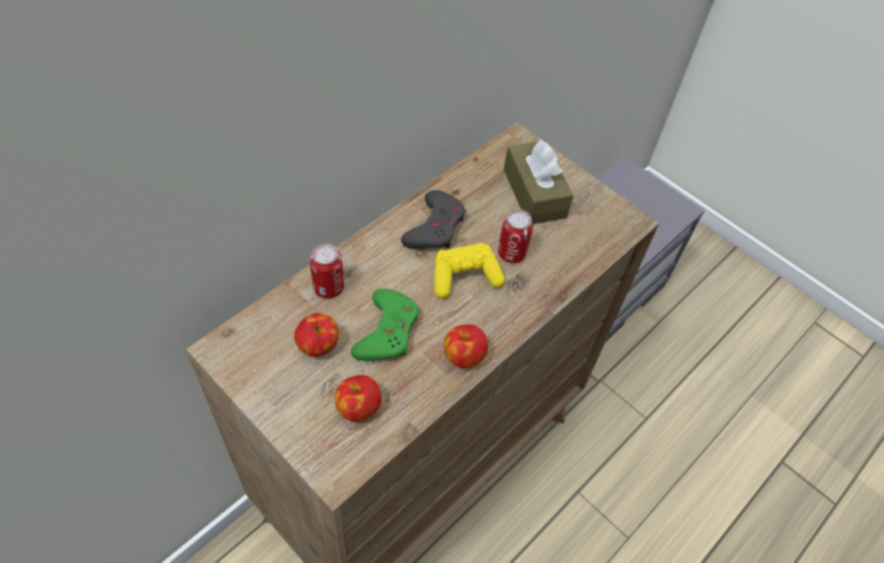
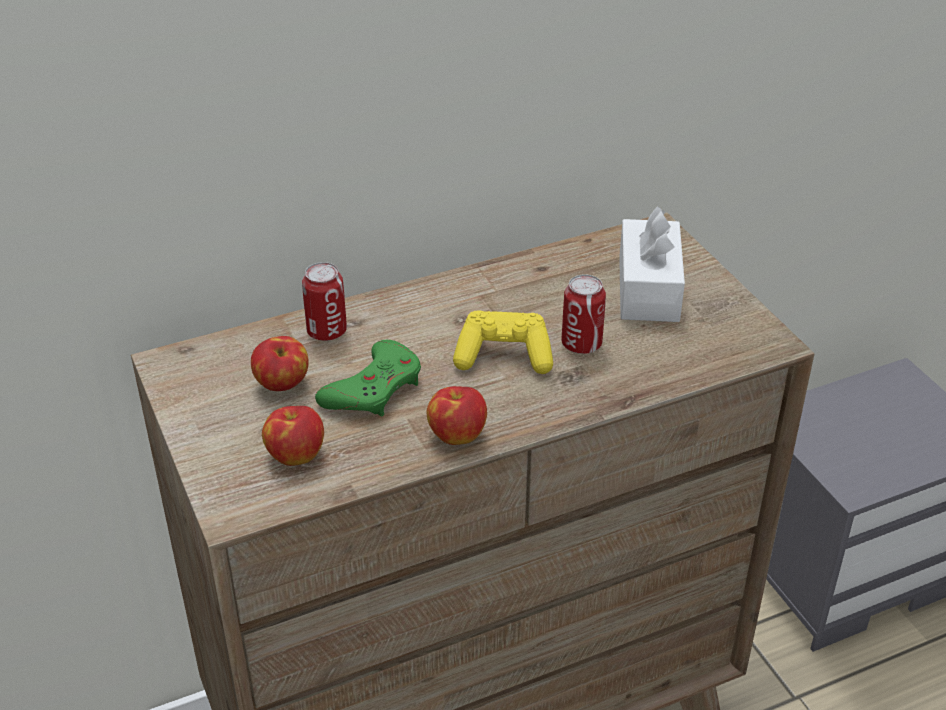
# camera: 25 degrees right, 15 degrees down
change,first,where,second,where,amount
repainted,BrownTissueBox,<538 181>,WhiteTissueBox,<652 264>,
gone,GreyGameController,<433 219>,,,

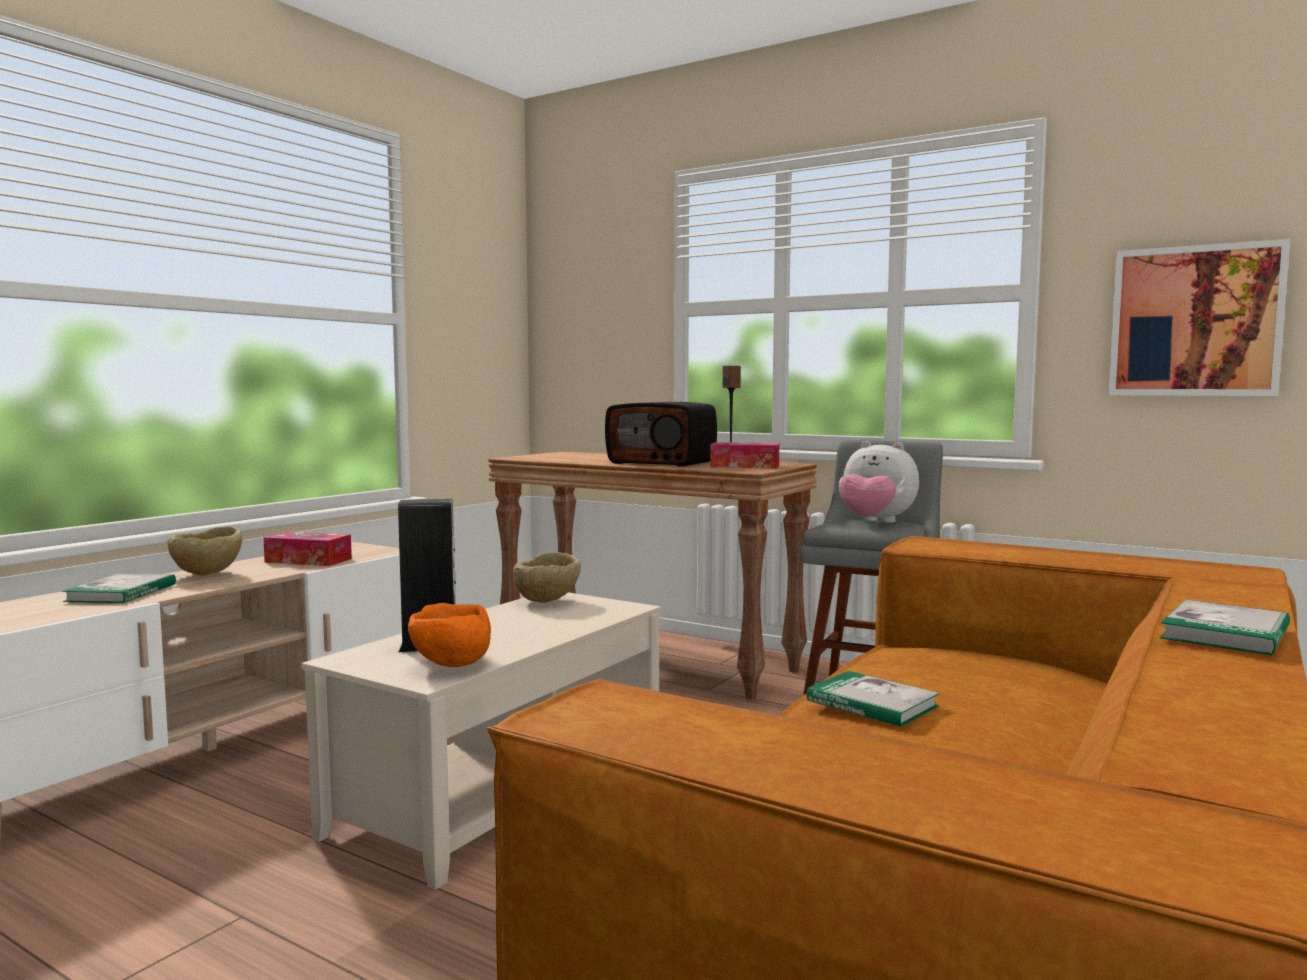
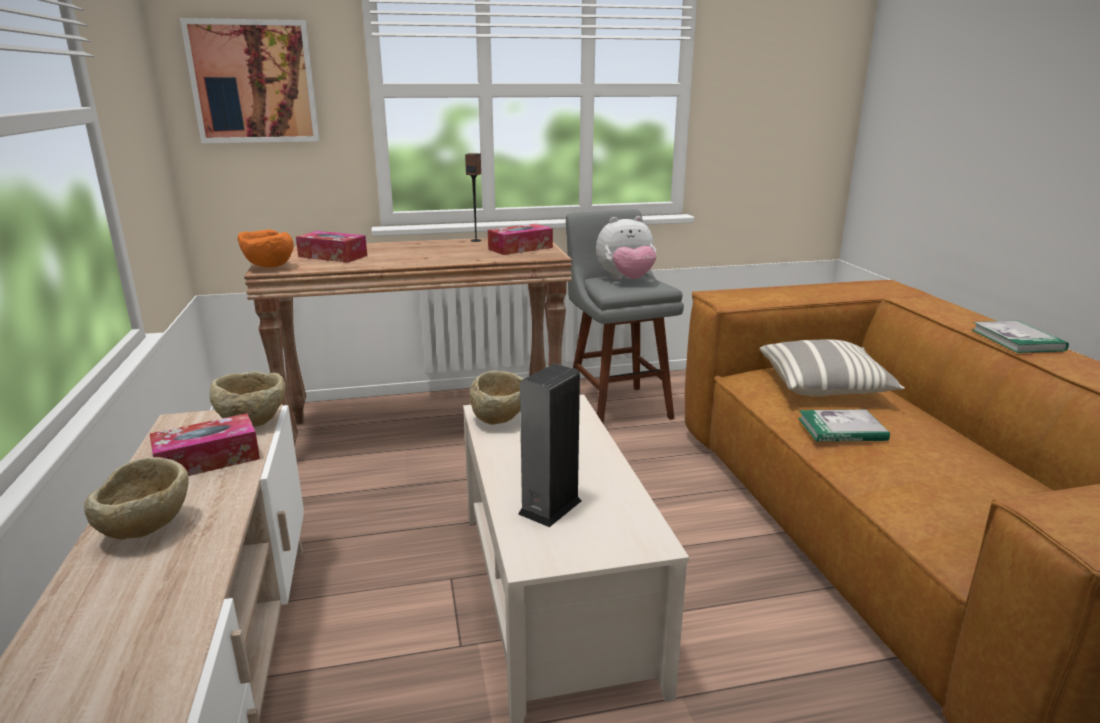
# camera: 45 degrees left, 15 degrees up
change,first,where,second,where,amount
shifted,Picture,<1199 317>,,<249 80>,
new,,,BeigeBowl,<247 399>,
shifted,OrangeBowl,<449 635>,,<266 248>,
new,,,TissueBox,<331 247>,
new,,,Pillow,<832 368>,
gone,Book,<119 588>,,,
gone,Radio,<661 434>,,,

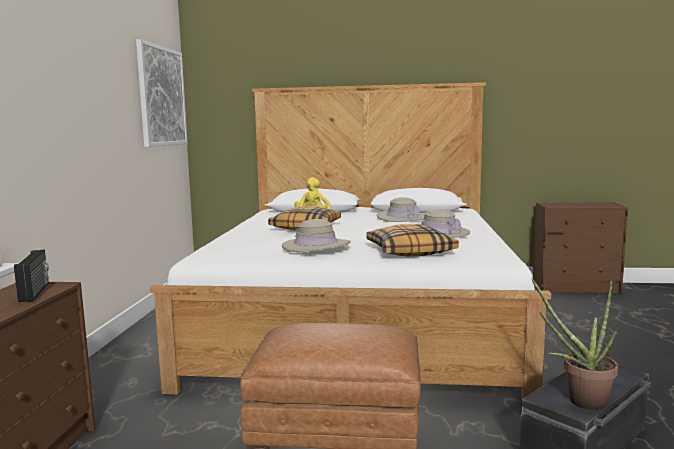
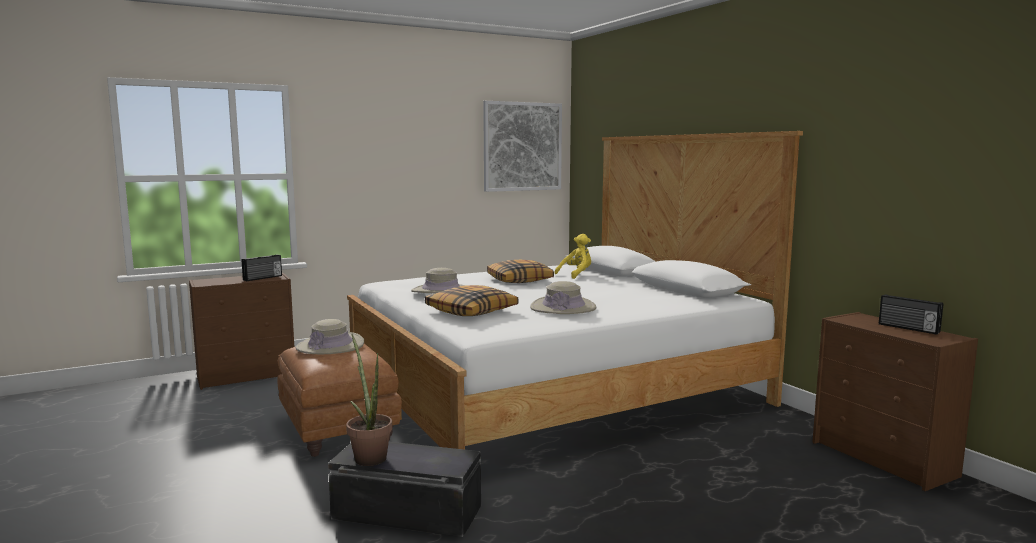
# camera: 55 degrees right, 0 degrees up
change,first,where,second,where,amount
shifted,BeigeHat,<400 209>,,<329 336>,
new,,,Radio,<911 314>,

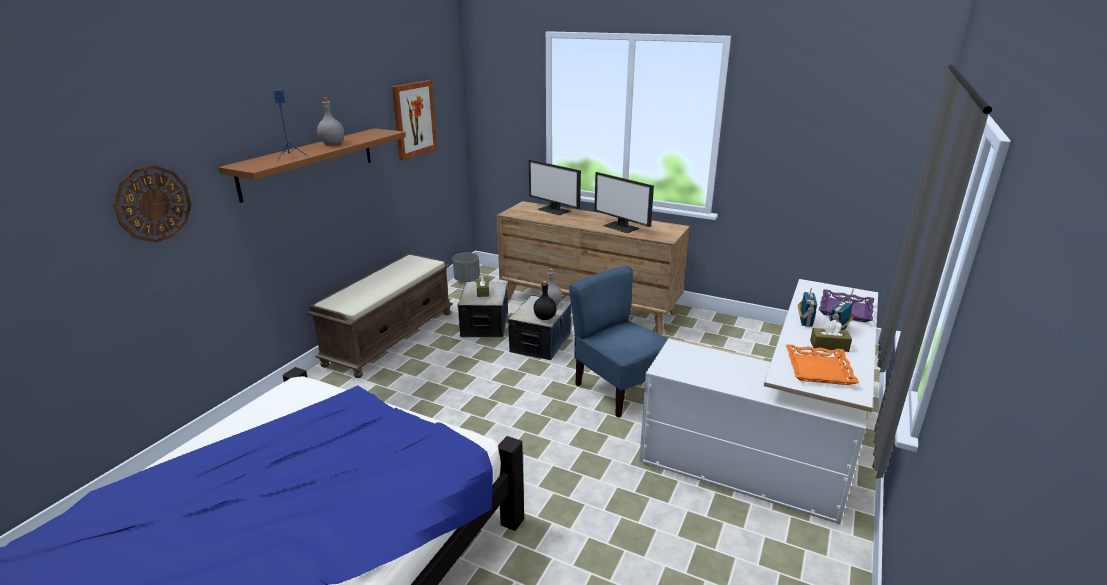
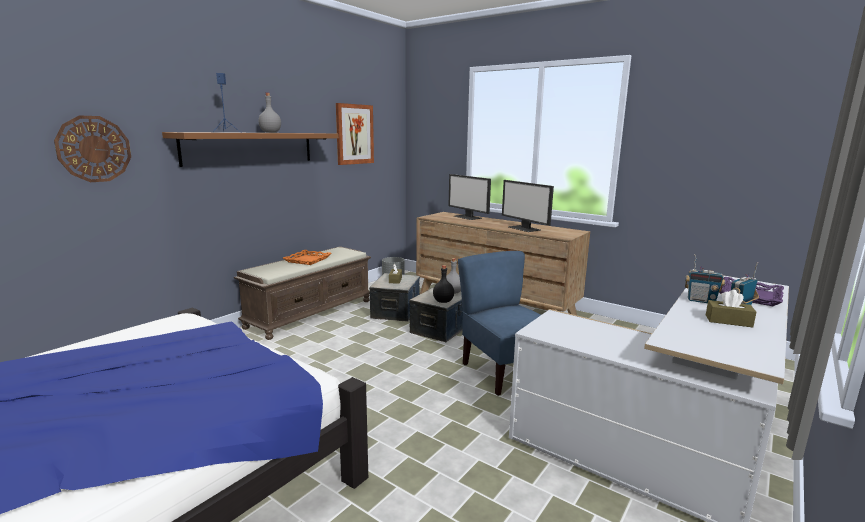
# camera: 10 degrees right, 10 degrees down
change,first,where,second,where,amount
shifted,OrangeTray,<822 364>,,<307 257>,
rotated,Radio,<807 307>,,<705 278>,90 degrees clockwise

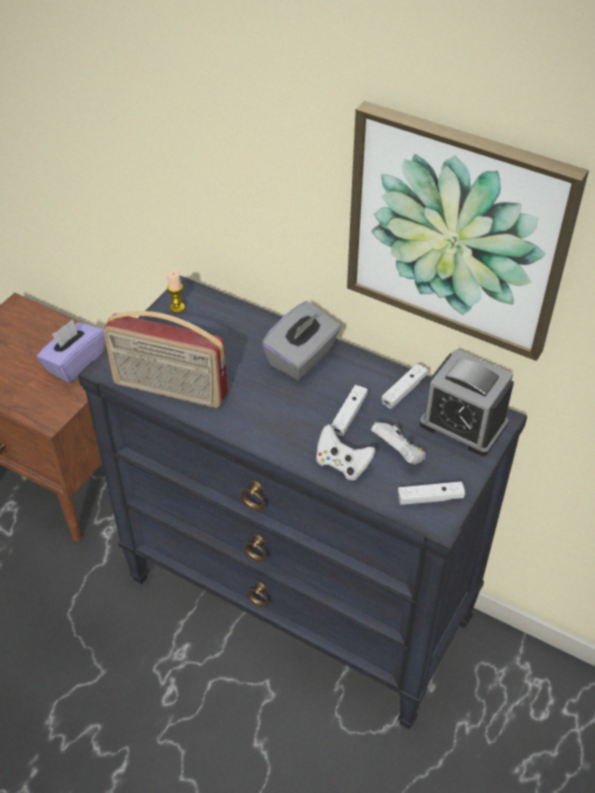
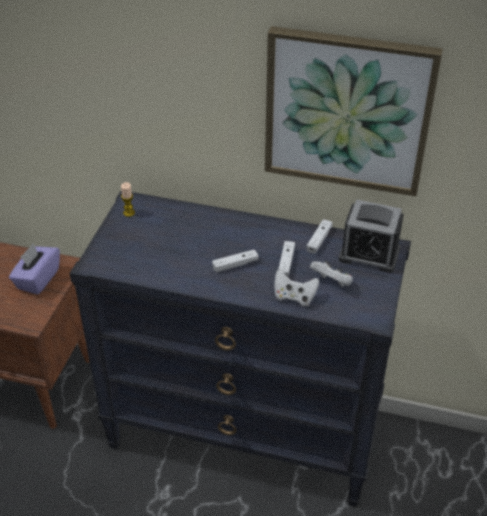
# camera: 15 degrees left, 5 degrees down
change,first,where,second,where,amount
shifted,WhiteGameController,<431 493>,,<235 260>,
gone,Radio,<166 359>,,,
gone,GreyTissueBox,<301 340>,,,

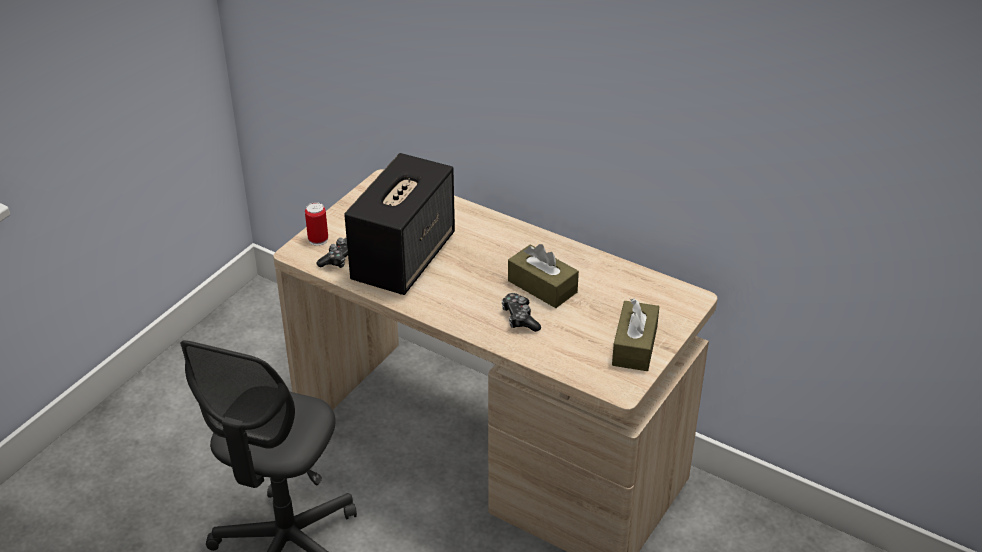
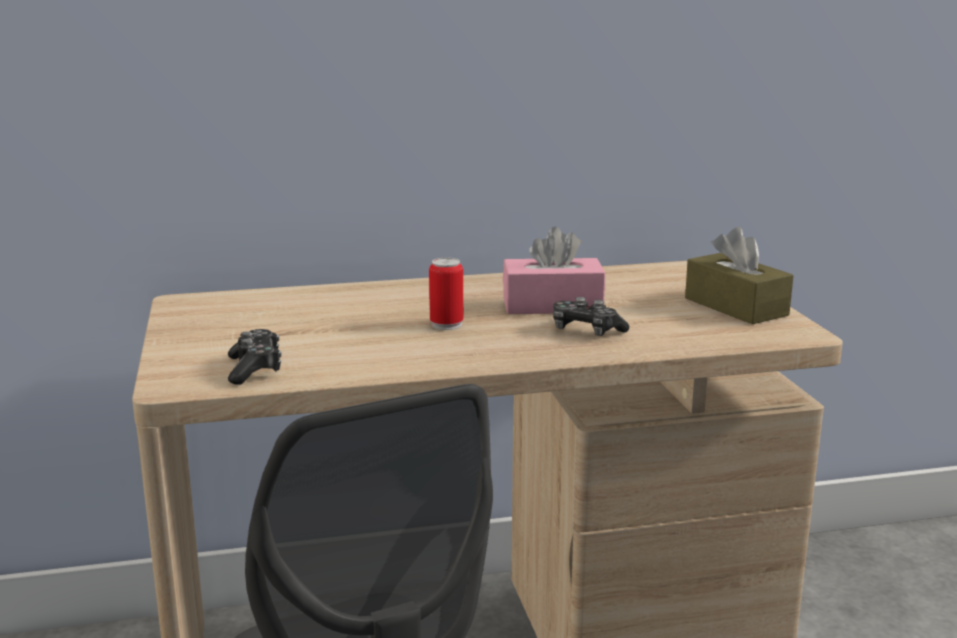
# camera: 45 degrees left, 20 degrees down
change,first,where,second,where,amount
shifted,Can,<316 224>,,<446 294>,
repainted,BrownTissueBox,<543 276>,PinkTissueBox,<554 270>,
gone,Speaker,<399 224>,,,

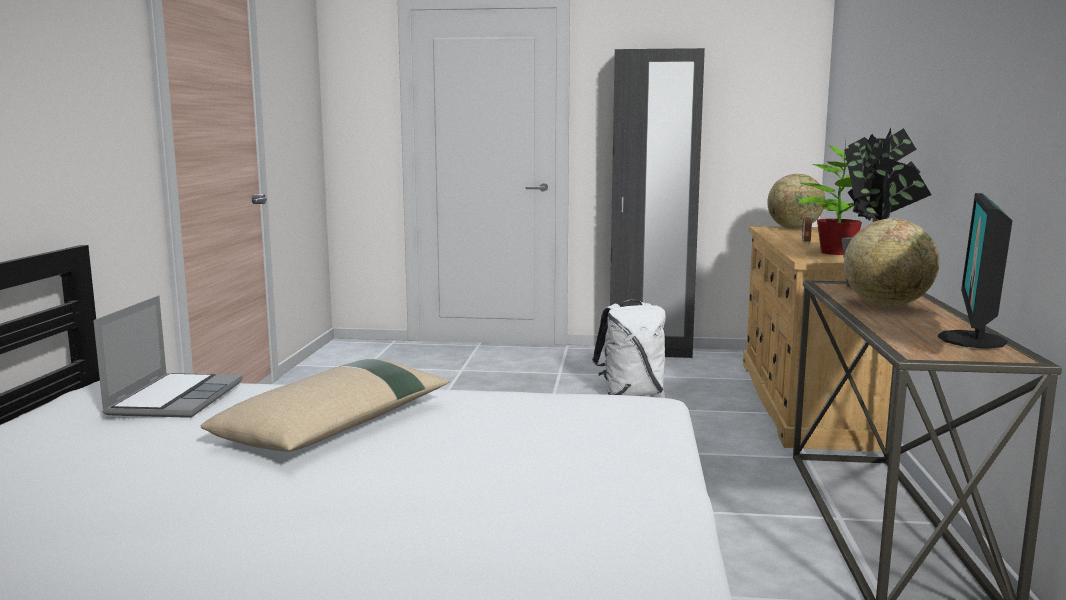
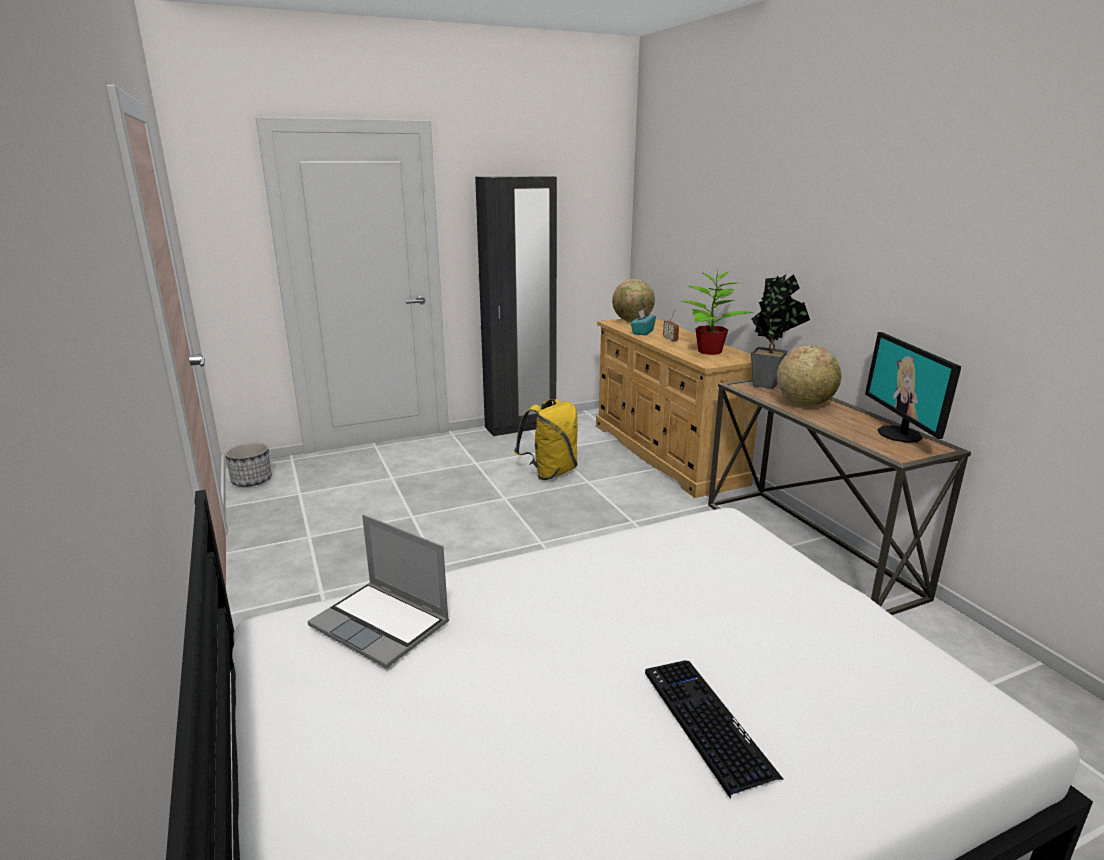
# camera: 30 degrees left, 10 degrees up
change,first,where,second,where,amount
new,,,Planter,<248 465>,
rotated,Laptop,<168 356>,,<378 591>,150 degrees clockwise
repainted,WhiteBackpack,<629 348>,YellowBackpack,<546 439>,
new,,,TurquoiseTissueBox,<643 323>,
new,,,Keyboard,<714 729>,
gone,BeigePillow,<325 405>,,,

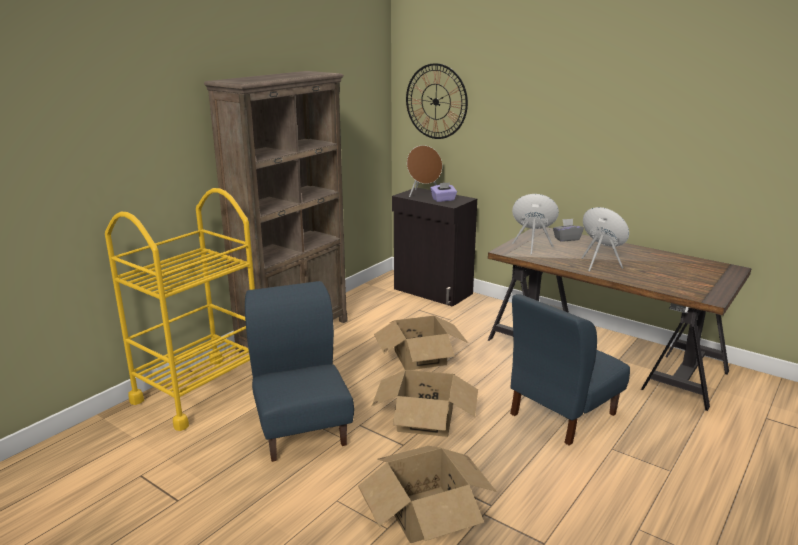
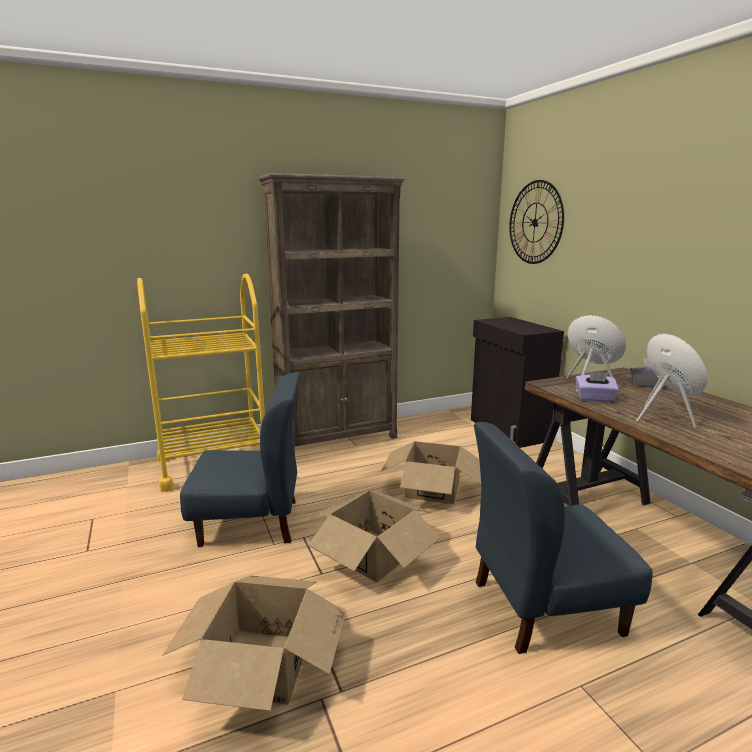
# camera: 30 degrees right, 5 degrees down
change,first,where,second,where,amount
rotated,BlueChair,<299 371>,,<240 459>,75 degrees clockwise
shifted,PurpleTissueBox,<444 192>,,<597 387>,
gone,BrownSpeaker,<424 171>,,,

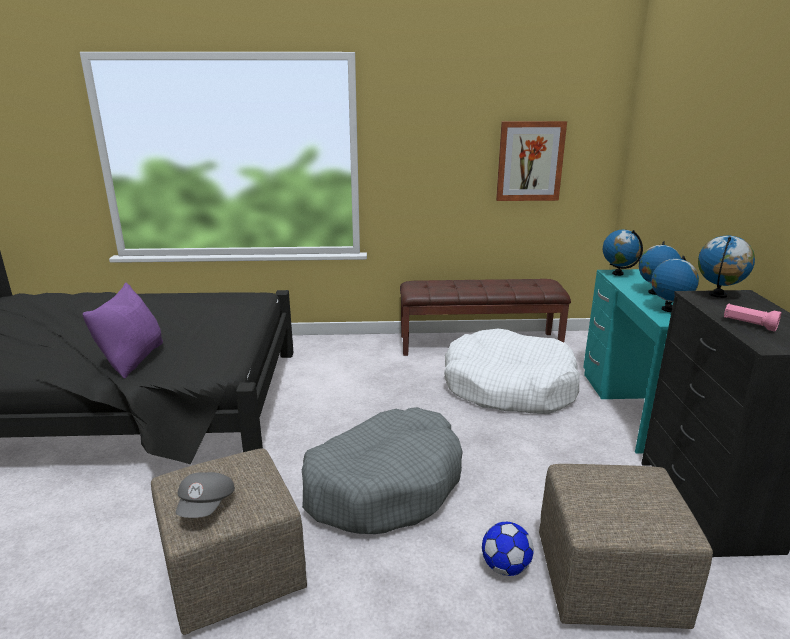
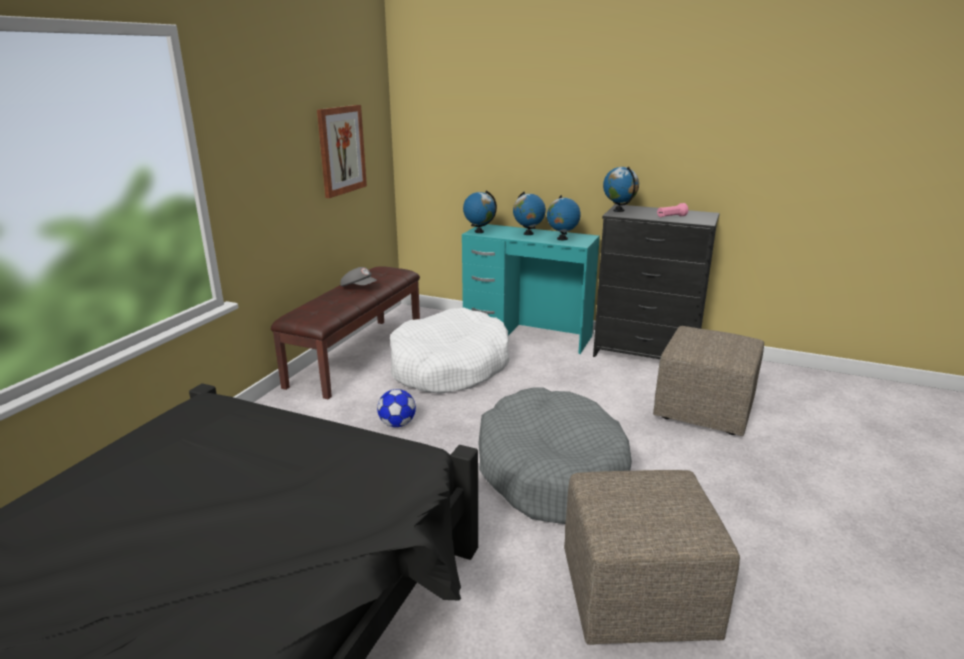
# camera: 65 degrees left, 0 degrees up
change,first,where,second,where,amount
shifted,GreyCap,<205 495>,,<358 277>,
shifted,Football,<507 549>,,<396 408>,
gone,PurplePillow,<123 330>,,,

